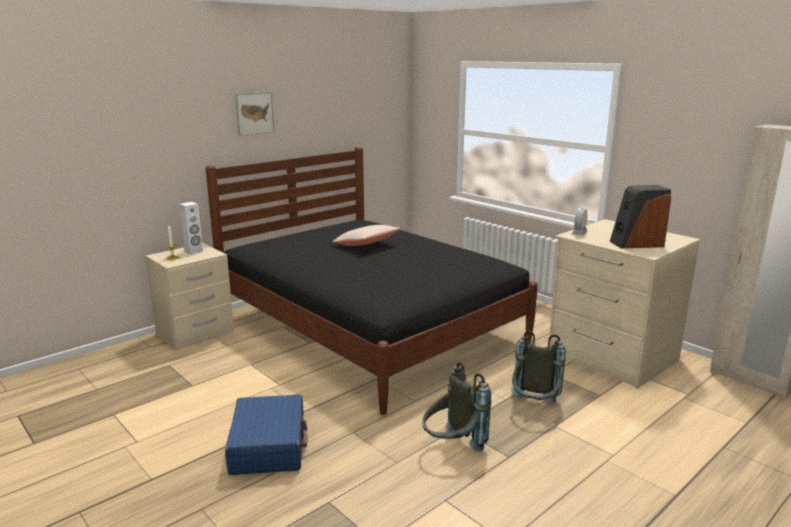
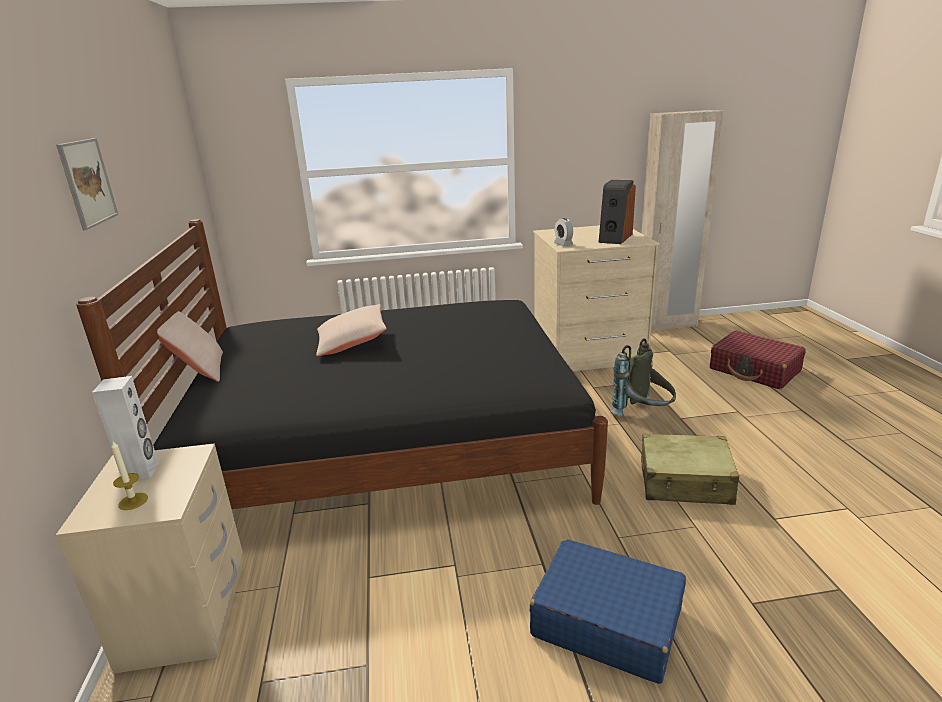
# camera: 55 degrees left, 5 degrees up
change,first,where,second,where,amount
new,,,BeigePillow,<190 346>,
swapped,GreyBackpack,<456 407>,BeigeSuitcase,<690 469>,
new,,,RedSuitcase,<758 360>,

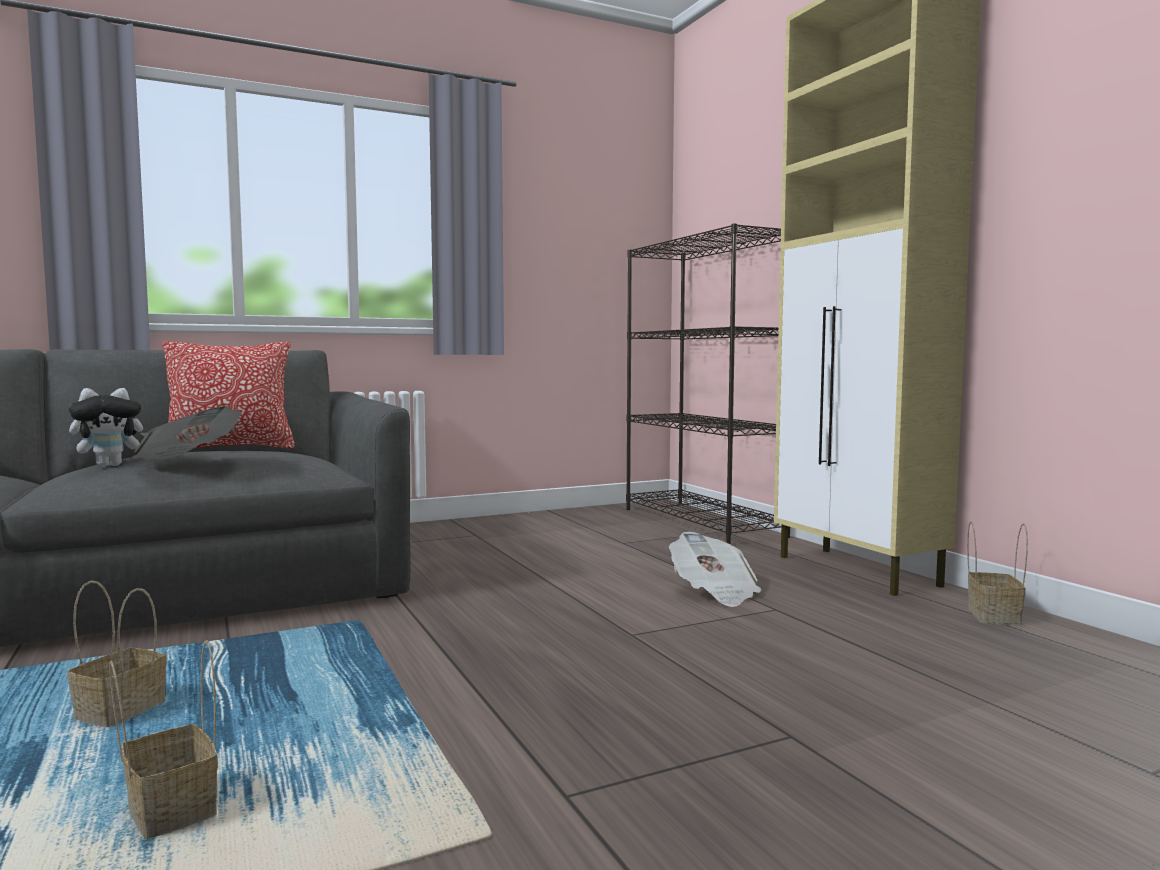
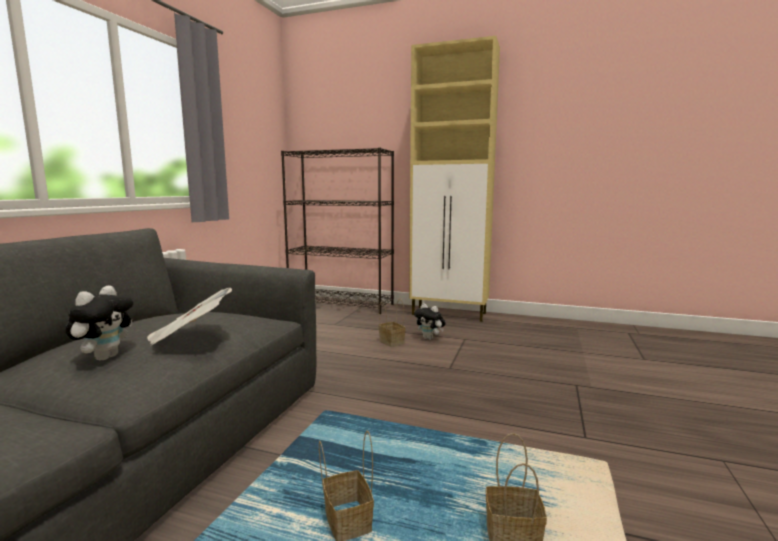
# camera: 45 degrees left, 5 degrees up
change,first,where,second,where,amount
shifted,Basket,<997 573>,,<392 323>,
swapped,Newspaper,<715 569>,PlushToy,<430 321>,
gone,Pillow,<228 395>,,,

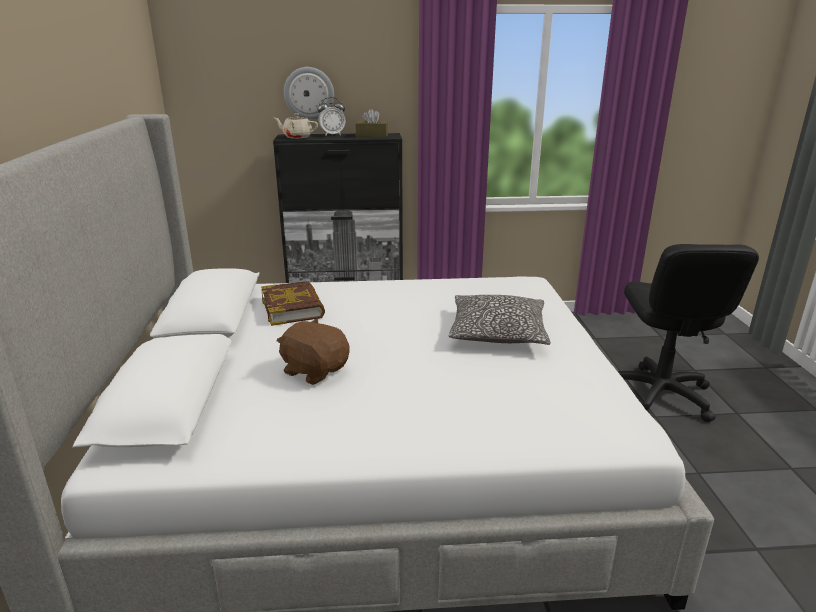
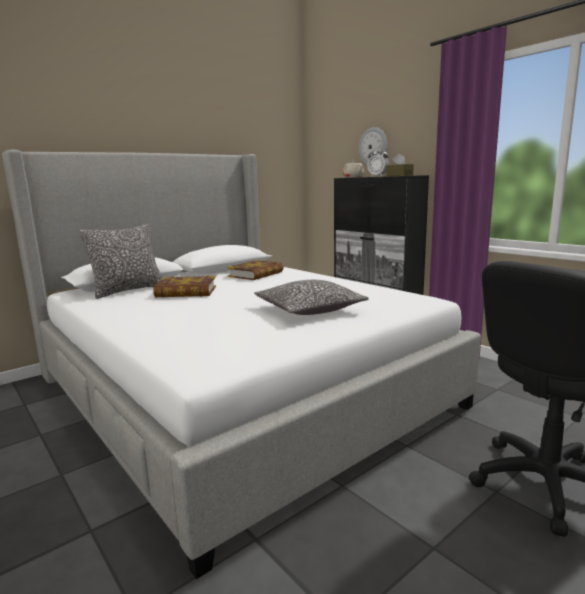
# camera: 55 degrees right, 10 degrees down
change,first,where,second,where,amount
new,,,Pillow,<121 261>,
swapped,BrownPlushToy,<313 351>,Book,<184 287>,

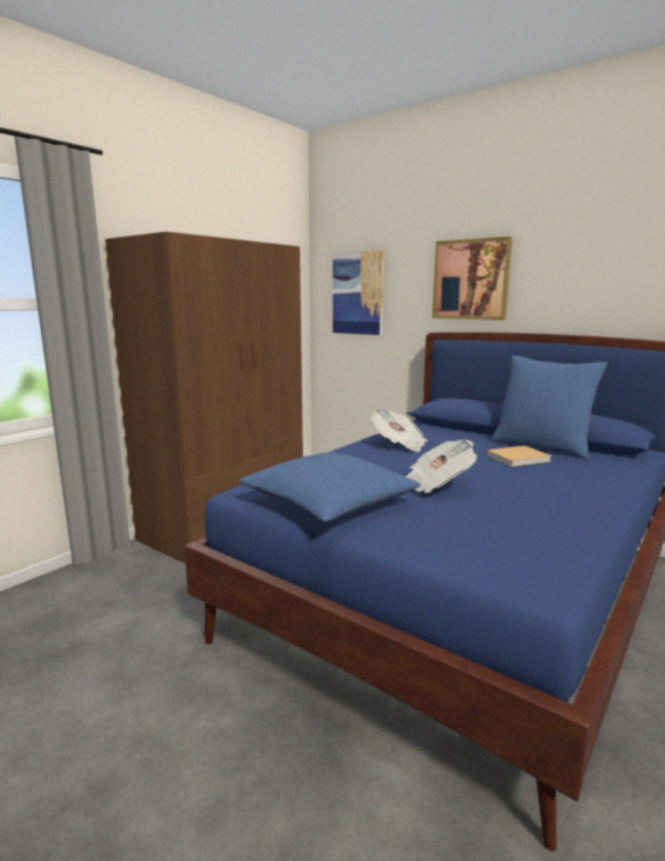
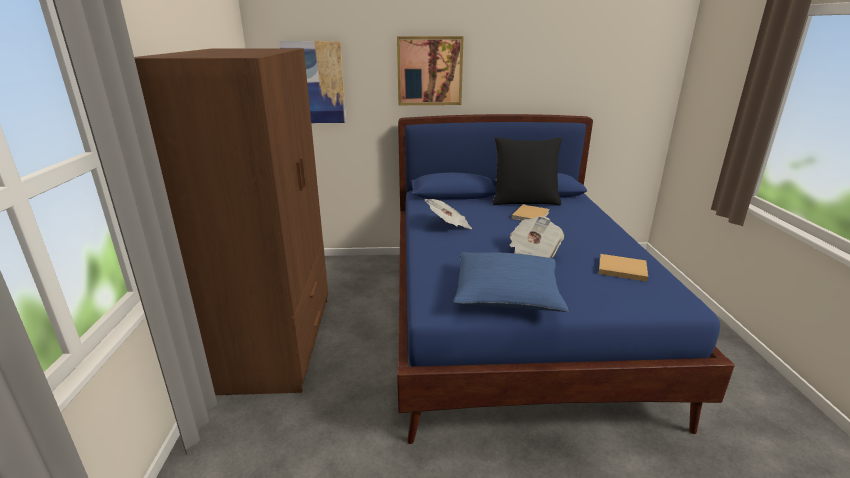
# camera: 40 degrees left, 10 degrees up
change,first,where,second,where,amount
repainted,BluePillow,<549 407>,BlackPillow,<527 171>,
new,,,BeigeBook,<623 268>,

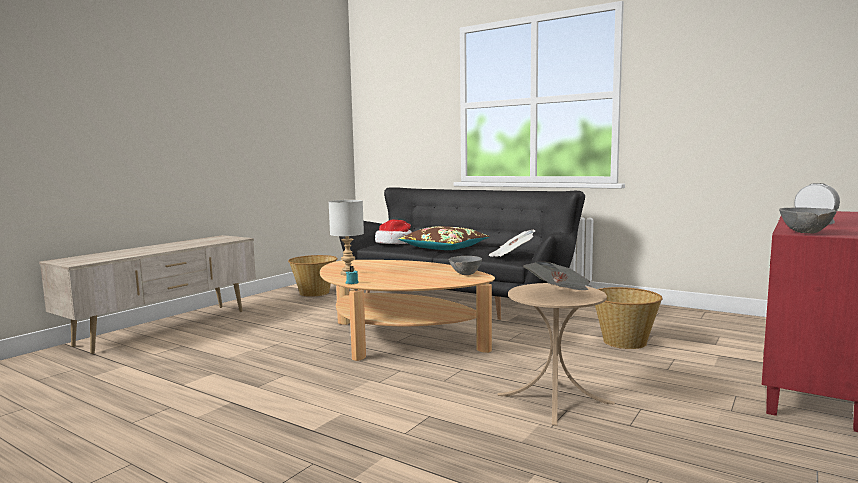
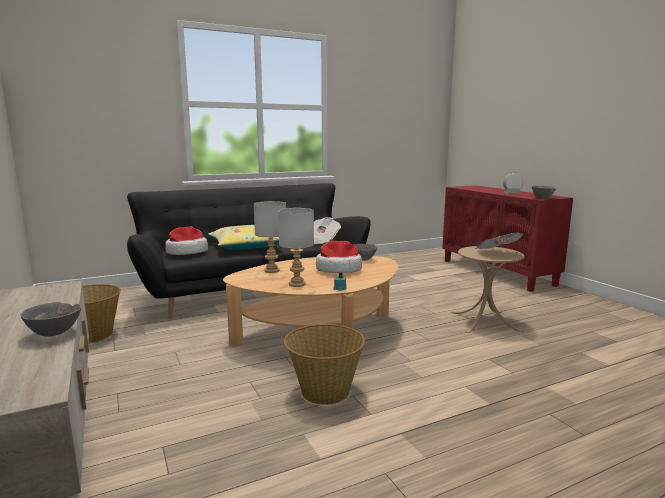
# camera: 60 degrees left, 5 degrees up
change,first,where,second,where,amount
new,,,GreyBowl,<51 319>,
repainted,BrownPillow,<444 238>,YellowPillow,<243 237>,
new,,,GreyTableLamp,<270 237>,
shifted,Basket,<629 318>,,<324 364>,
new,,,Hat,<339 257>,

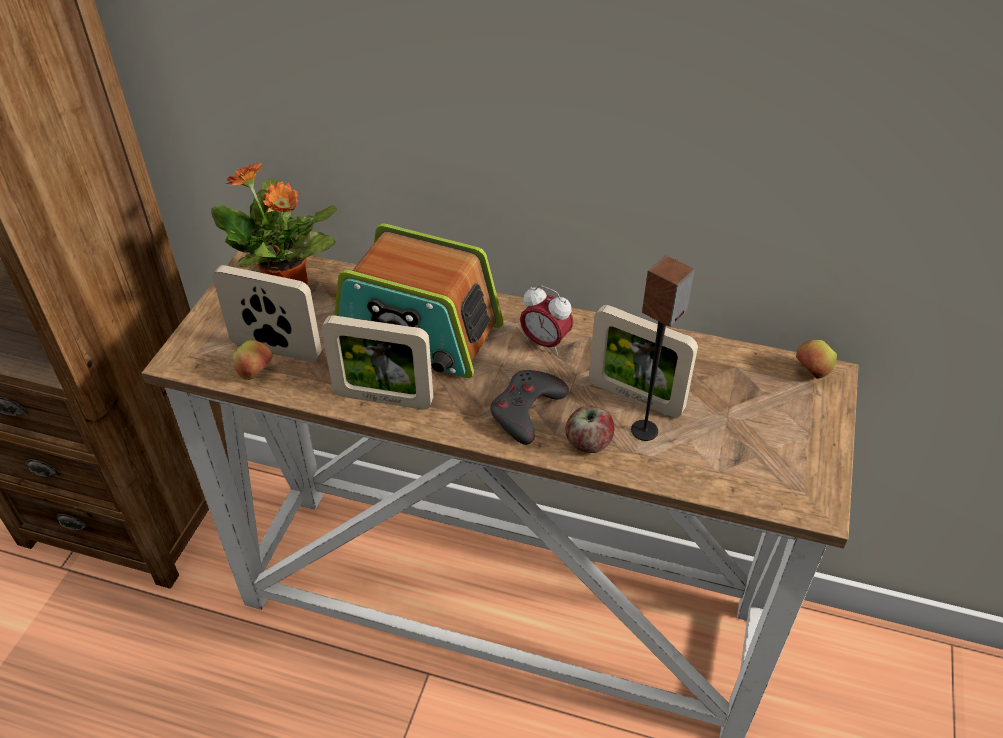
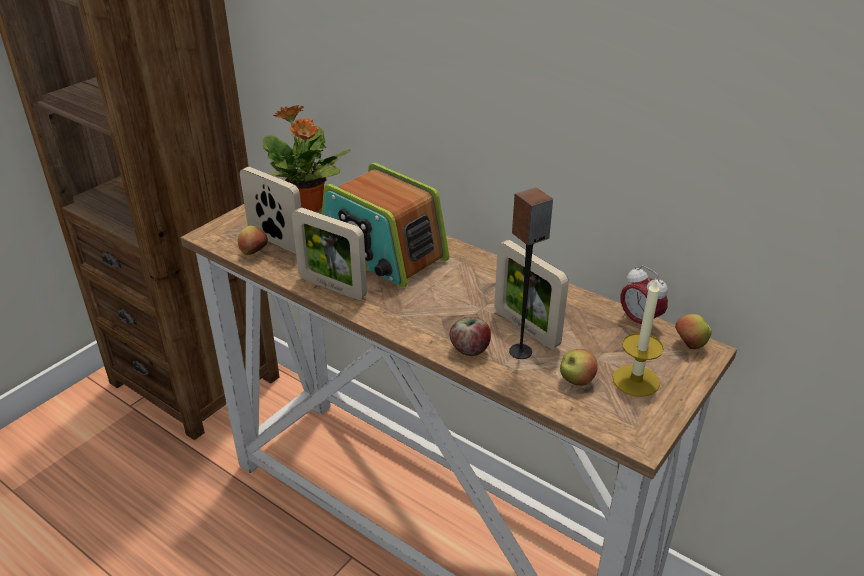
# camera: 20 degrees right, 10 degrees down
change,first,where,second,where,amount
new,,,Apple,<579 367>,
new,,,Candle,<638 338>,
shifted,AlarmClock,<546 319>,,<644 295>,
gone,GreyGameController,<529 407>,,,

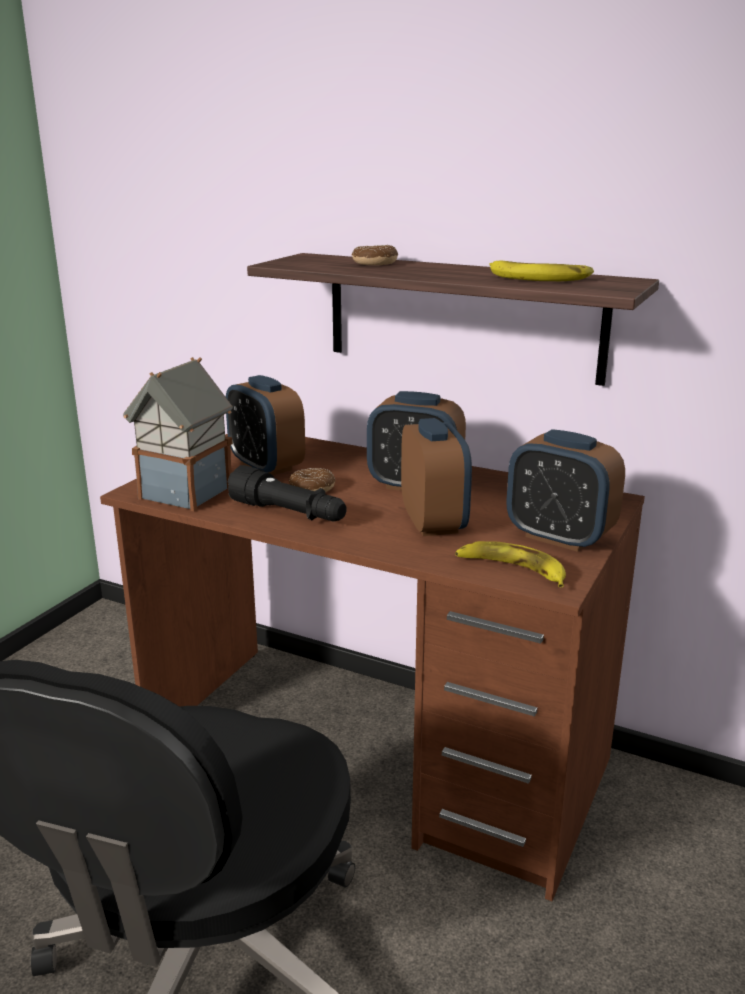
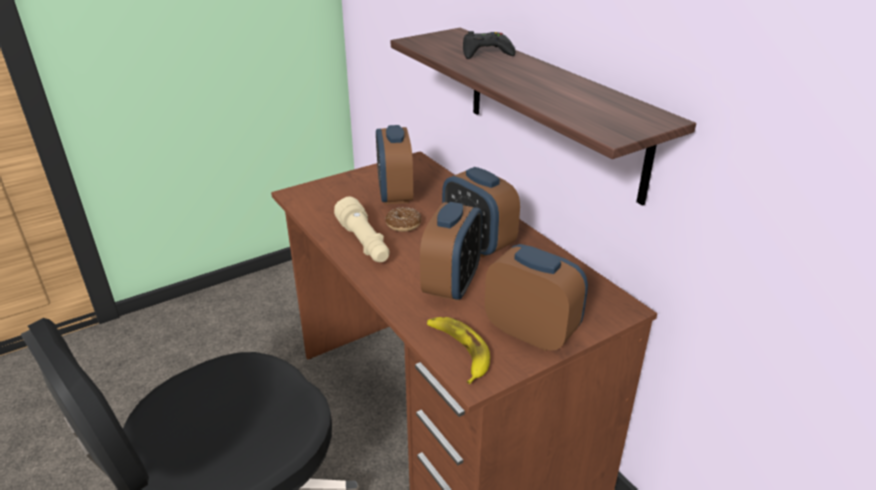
# camera: 30 degrees right, 10 degrees up
change,first,where,second,where,amount
repainted,BlackFlashlight,<287 493>,BeigeFlashlight,<361 229>,
swapped,Donut,<374 255>,BlackGameController,<489 45>,
rotated,AlarmClock,<565 490>,,<536 297>,150 degrees clockwise
gone,ToyHouse,<178 434>,,,
gone,Banana,<541 271>,,,

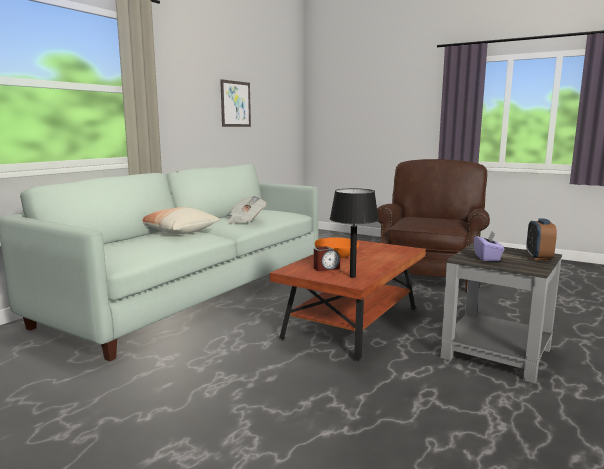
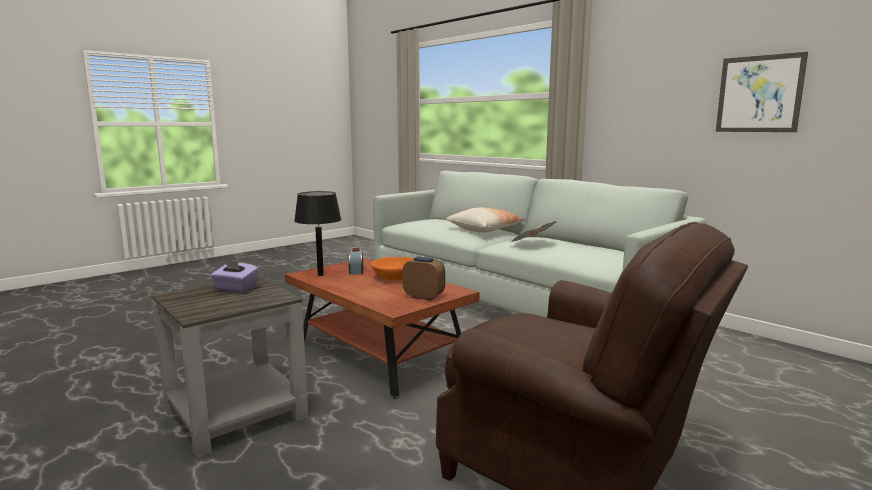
# camera: 105 degrees right, 0 degrees up
change,first,where,second,where,amount
shifted,AlarmClock,<541 239>,,<424 279>,

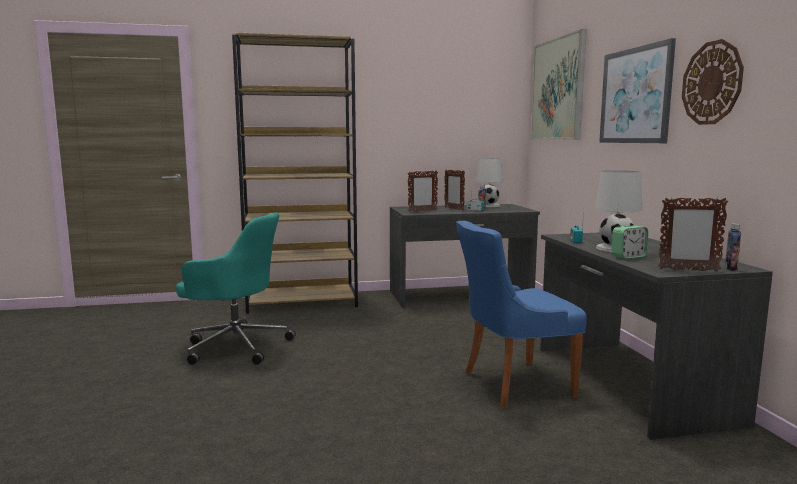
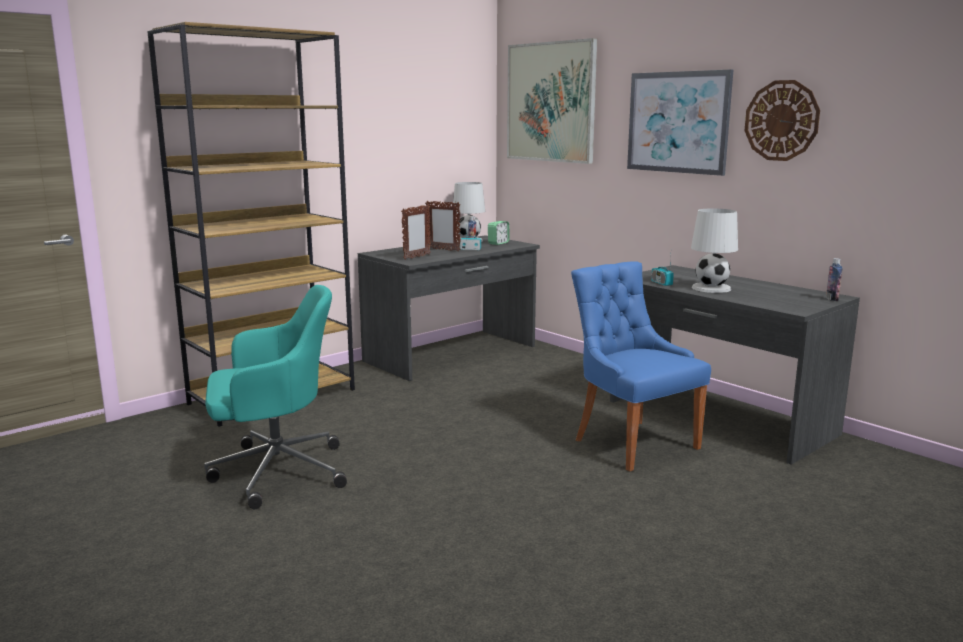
# camera: 30 degrees left, 5 degrees up
change,first,where,second,where,amount
shifted,AlarmClock,<630 242>,,<499 233>,
rotated,BlueChair,<521 314>,,<641 366>,105 degrees clockwise
gone,PictureFrame,<693 234>,,,

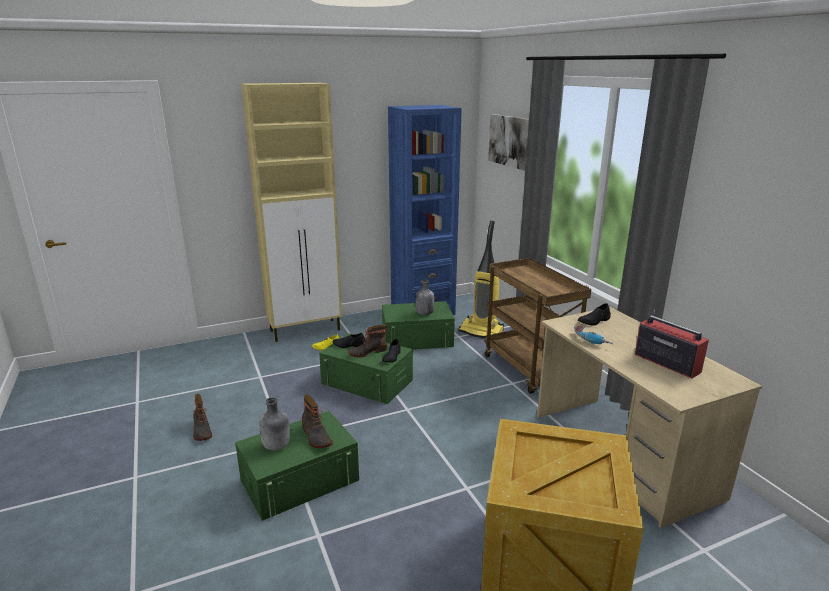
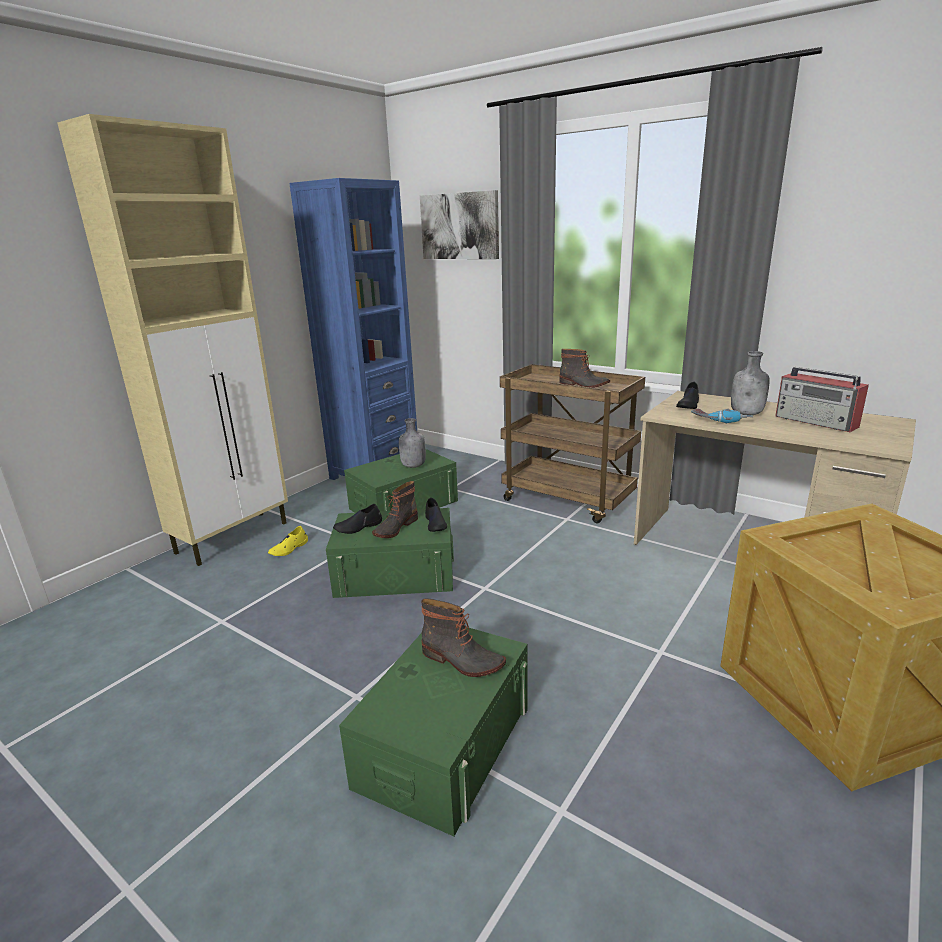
# camera: 30 degrees left, 0 degrees up
change,first,where,second,where,amount
shifted,Boot,<202 417>,,<584 368>,
shifted,GreyBottle,<274 424>,,<750 383>,
rotated,Radio,<672 344>,,<822 399>,150 degrees counterclockwise
gone,VacuumCleaner,<481 279>,,,

